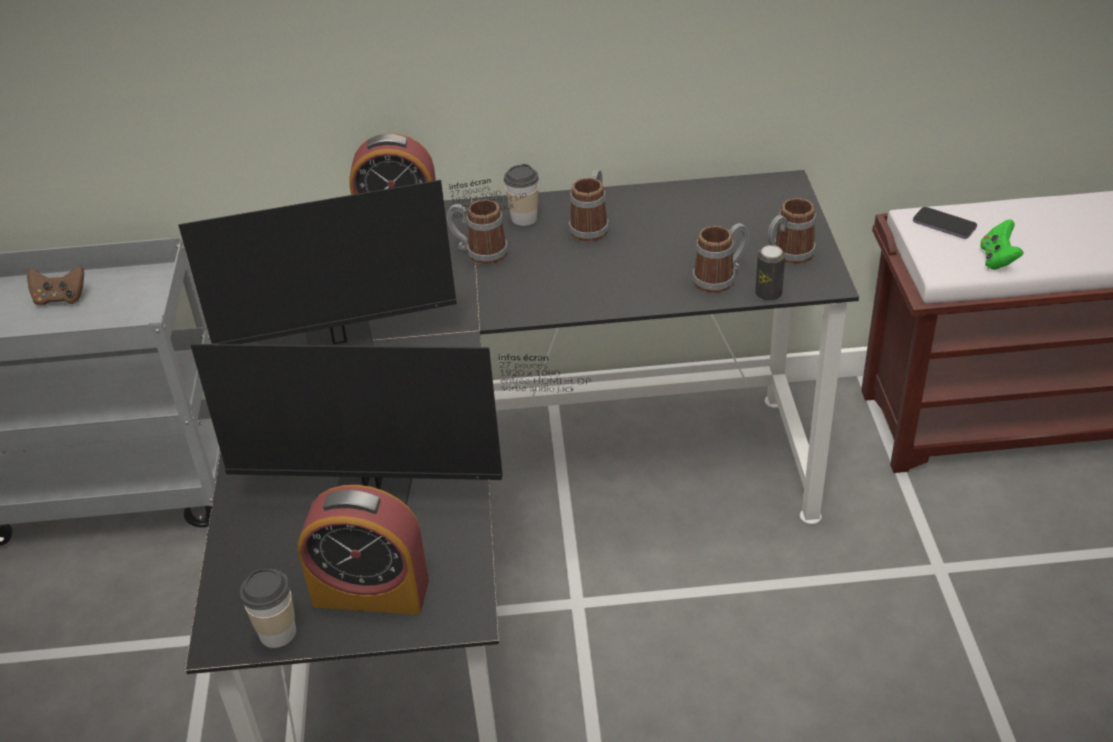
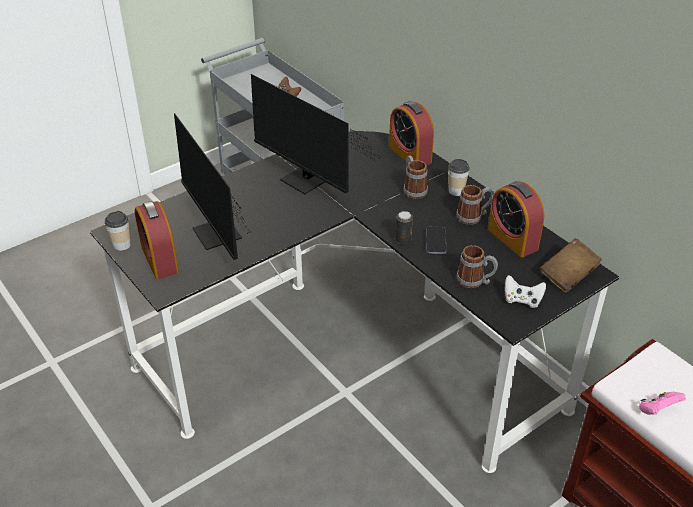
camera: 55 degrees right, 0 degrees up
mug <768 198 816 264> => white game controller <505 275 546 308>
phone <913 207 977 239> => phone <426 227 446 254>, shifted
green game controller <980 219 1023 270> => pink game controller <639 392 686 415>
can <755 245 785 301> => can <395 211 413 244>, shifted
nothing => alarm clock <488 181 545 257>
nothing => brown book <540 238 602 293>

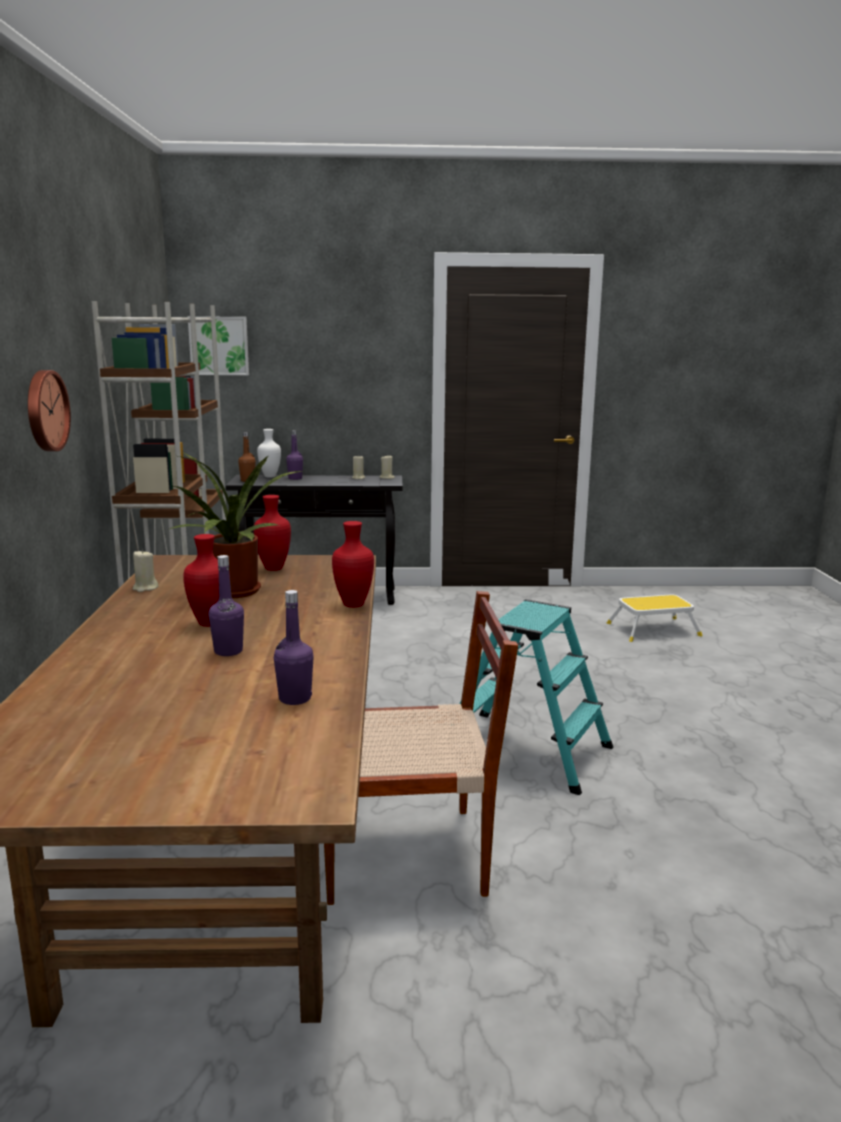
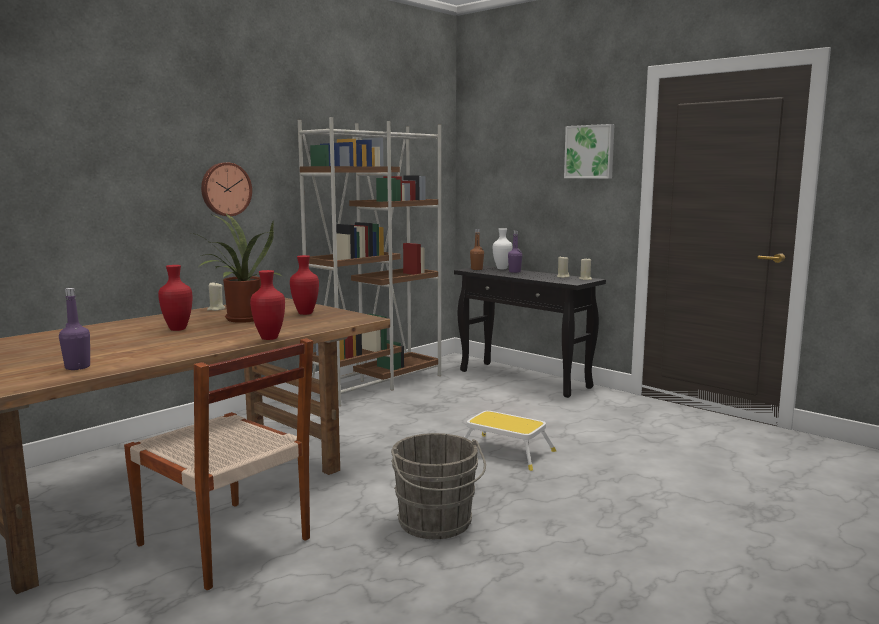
camera: 45 degrees right, 5 degrees down
picture <188 316 249 375> => picture <564 124 615 179>, shifted
purple bottle <209 555 244 656> => nothing
yellow step ladder <607 595 703 642> => yellow step ladder <464 411 556 471>, shifted
turquoise step ladder <460 599 613 795> => grey bucket <391 433 486 539>

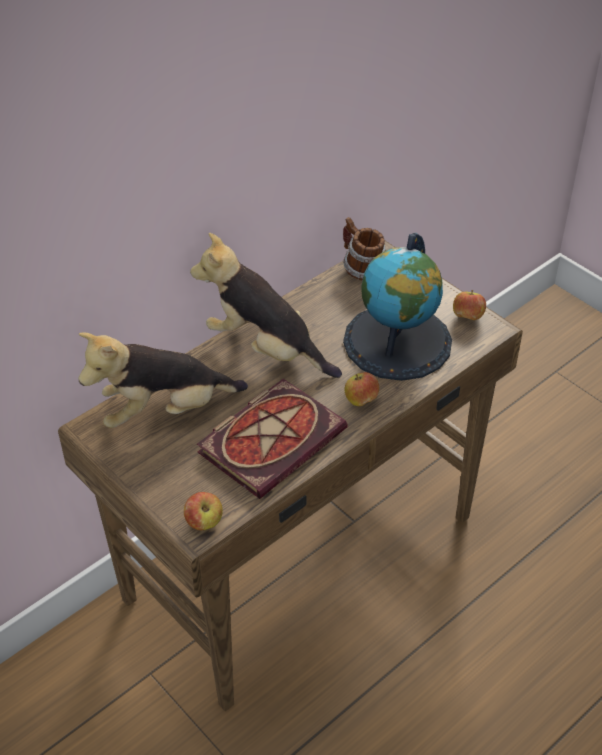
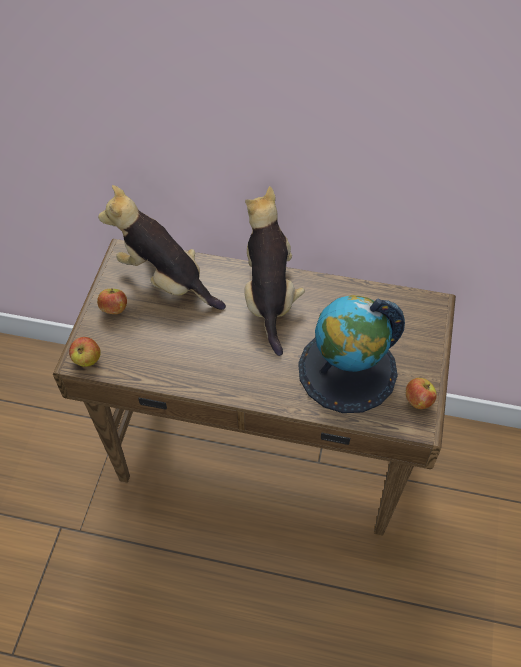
camera: 55 degrees right, 10 degrees up
mug <343 217 386 281> => nothing
apple <345 372 379 406> => apple <97 288 127 314>, shifted
book <197 379 348 499> => nothing

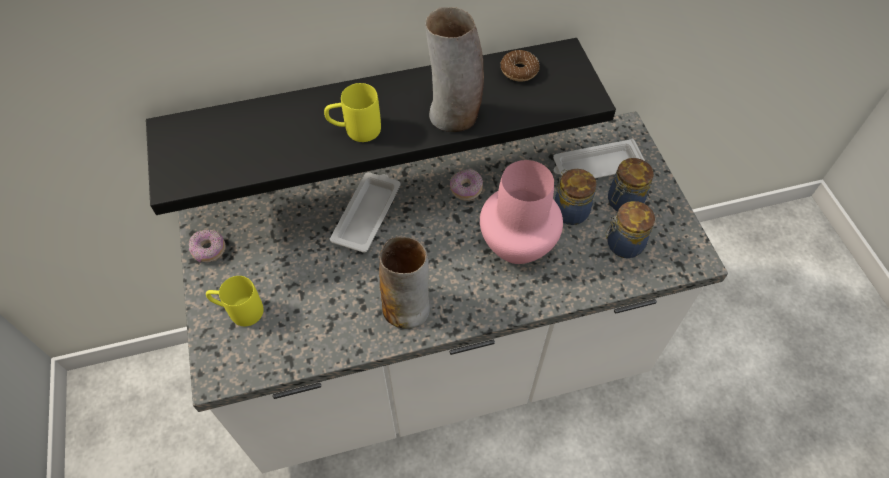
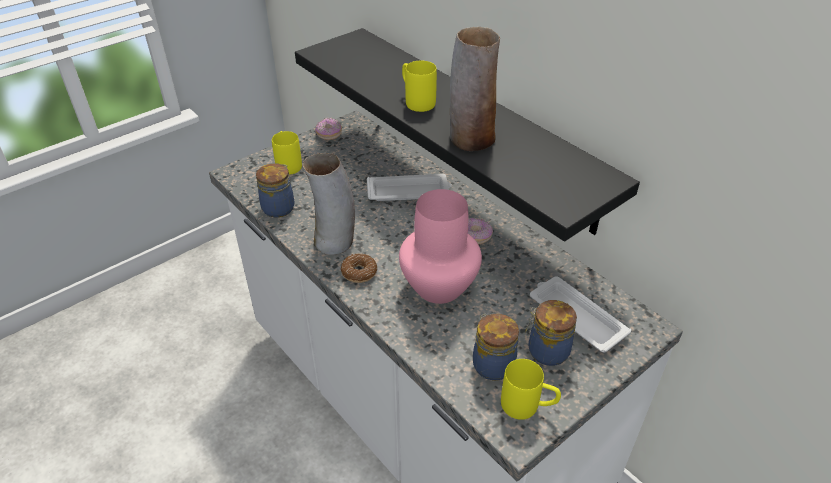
camera: 65 degrees right, 15 degrees down
donut <501 50 540 82> => donut <341 254 377 283>, shifted
jar <554 169 596 225> => jar <256 163 295 217>, shifted
nothing => yellow mug <501 359 561 420>

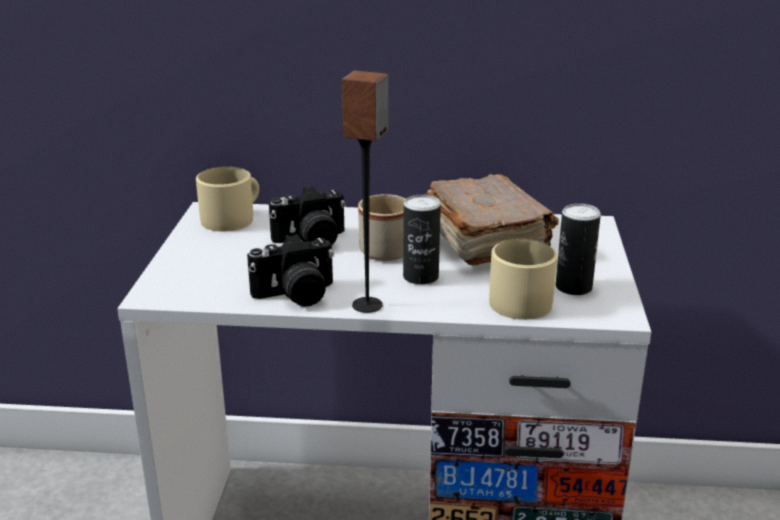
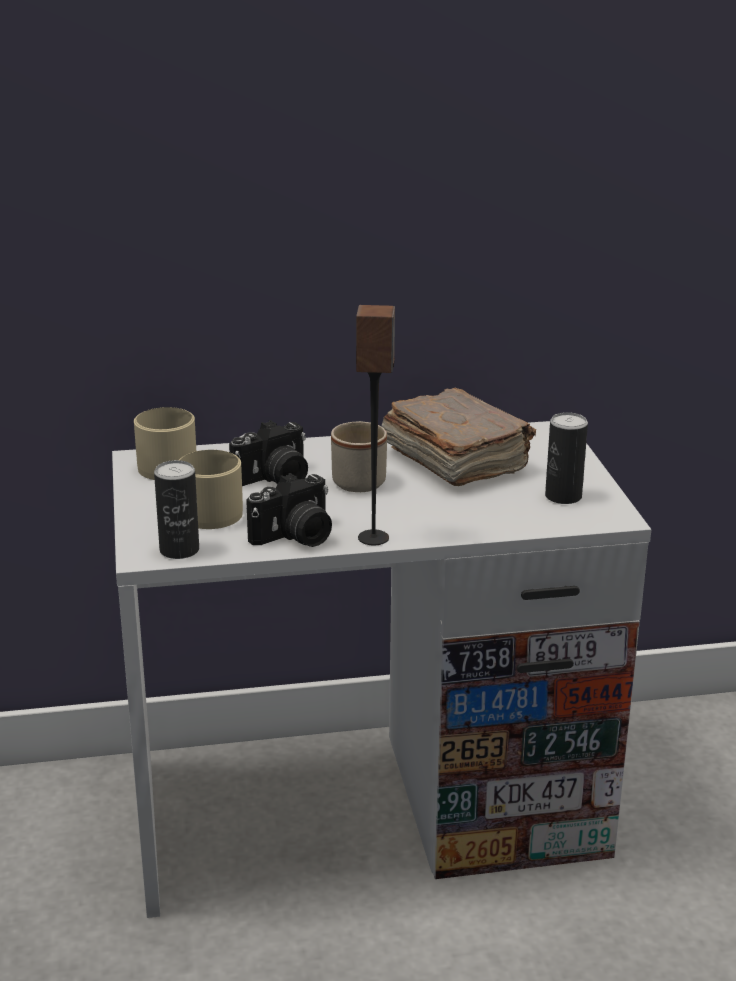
camera: 15 degrees left, 0 degrees up
can <403 195 441 285> => can <154 460 199 559>, shifted
beige mug <489 239 557 320> => beige mug <179 450 243 529>, shifted

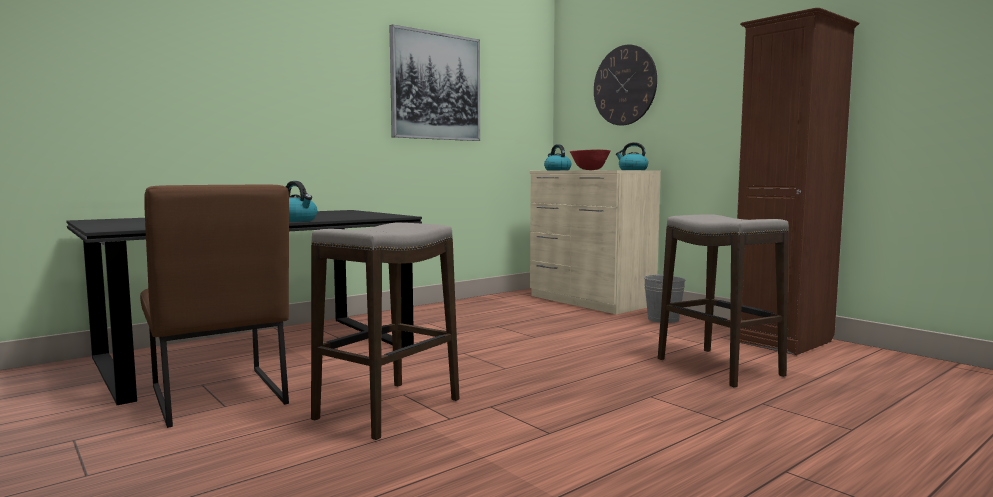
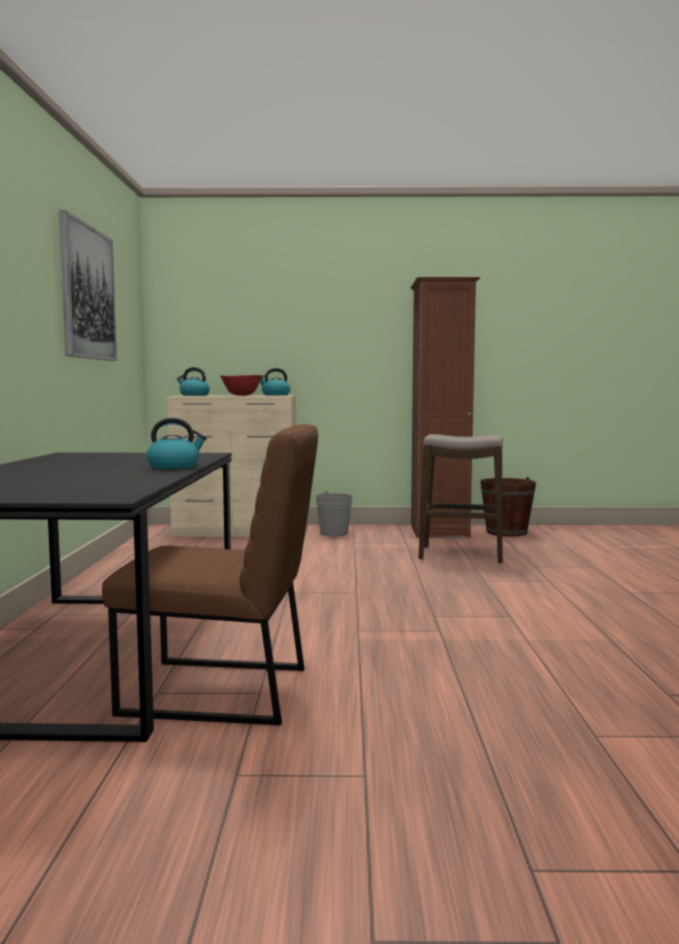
camera: 50 degrees left, 0 degrees up
wall clock <594 44 657 126> => nothing
stool <311 222 460 440> => nothing
nothing => brown bucket <480 477 536 537>

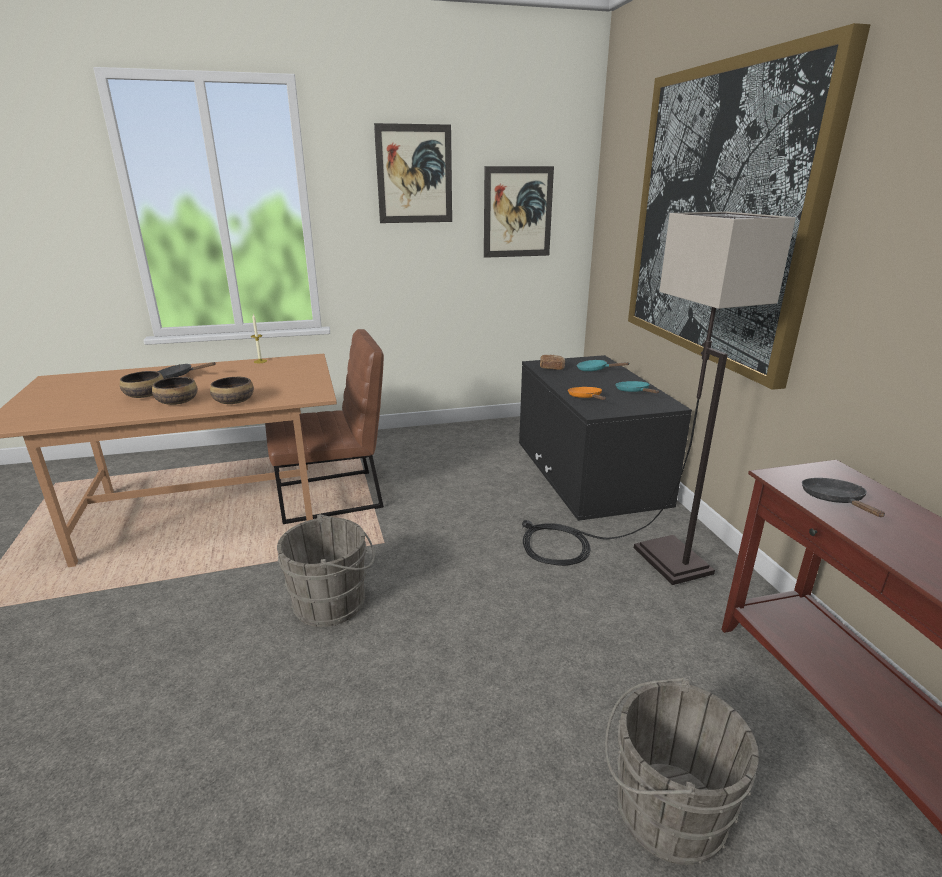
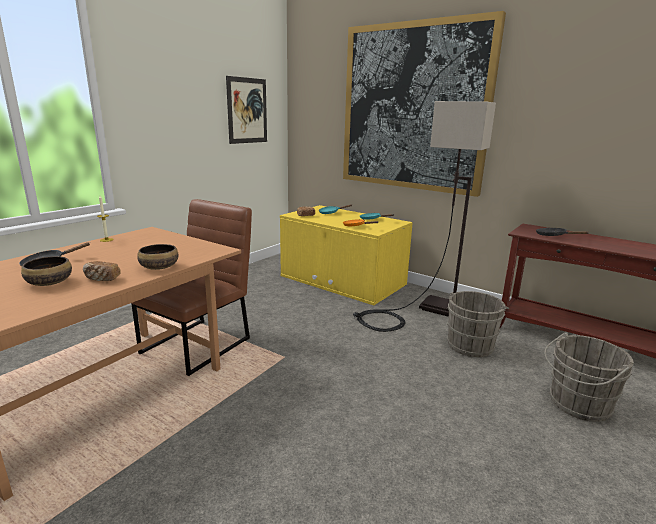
camera: 40 degrees left, 5 degrees down
picture <374 123 452 223> => nothing
black cabinet <519 355 692 521> => yellow cabinet <280 205 413 305>
bowl <152 377 198 405> => bread <83 261 121 281>
grey bucket <277 514 375 627> => grey bucket <447 291 509 357>, shifted

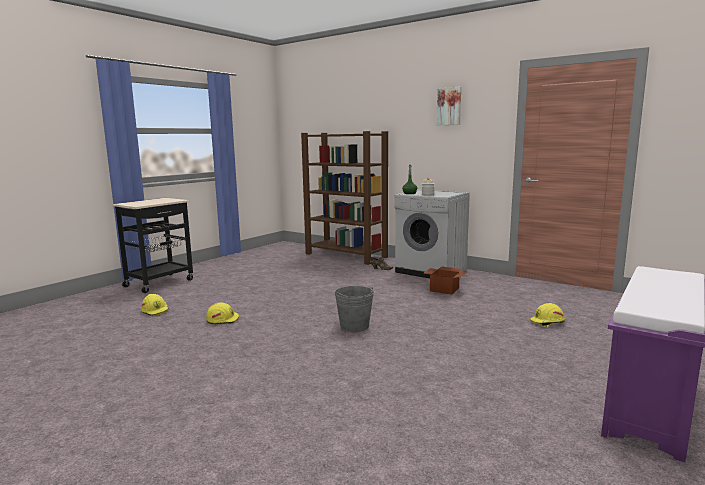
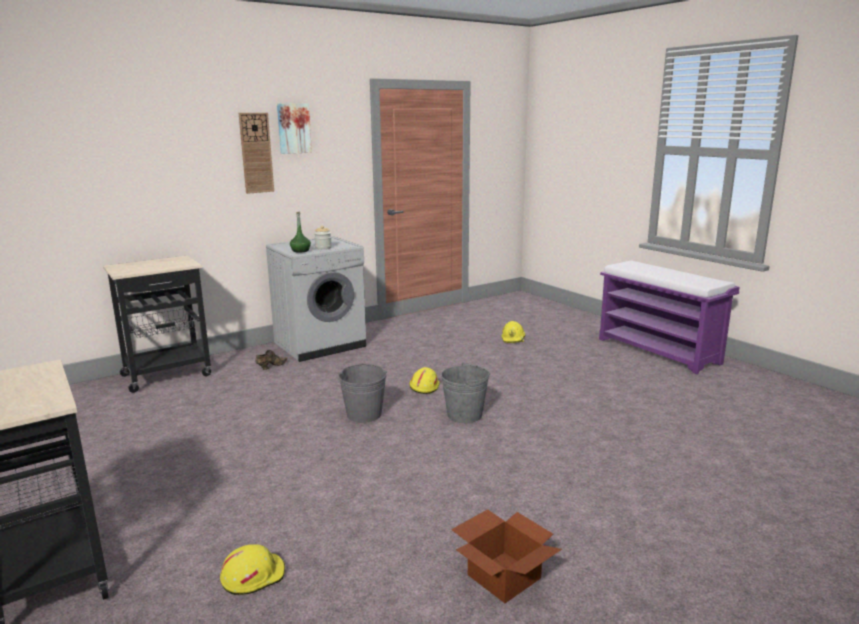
camera: 70 degrees left, 5 degrees up
brown bookcase <301 131 388 265> => cart <103 256 211 393>
cardboard box <424 266 466 295> => cardboard box <451 509 562 603>, shifted
yellow hard hat <206 302 239 324> => yellow hard hat <409 367 440 394>, shifted
nothing => wall clock <239 113 274 194>
nothing => grey bucket <338 363 387 423>

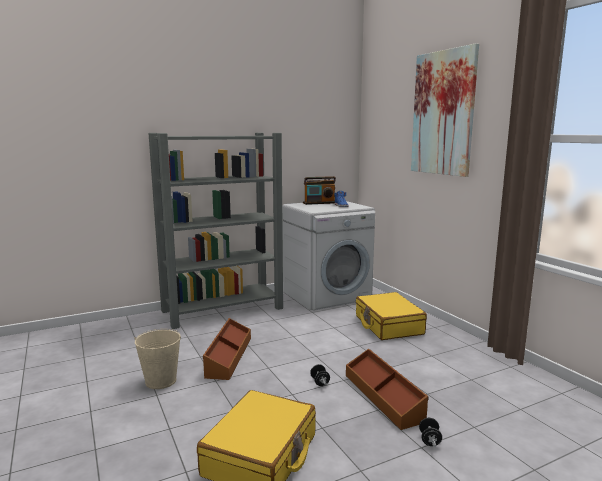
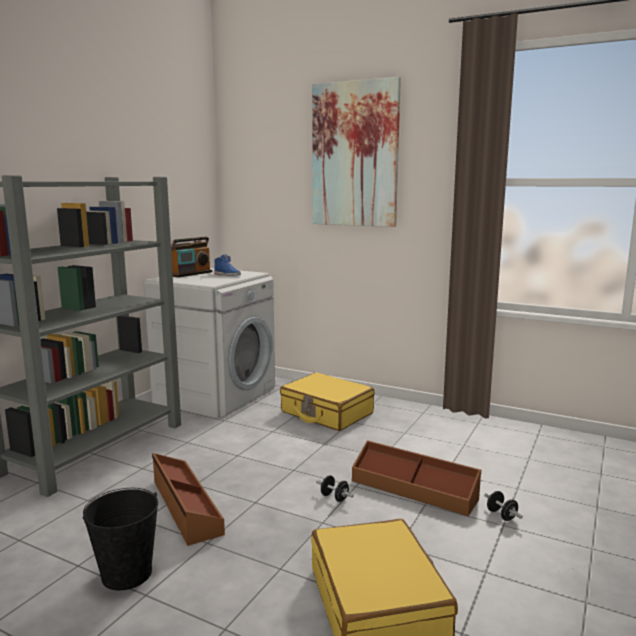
camera: 35 degrees left, 0 degrees up
beige bucket <135 329 181 389> => black bucket <83 488 158 590>

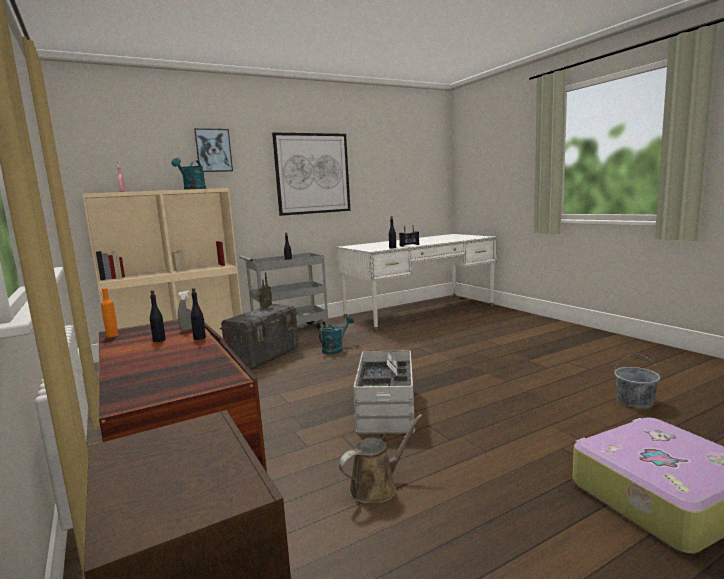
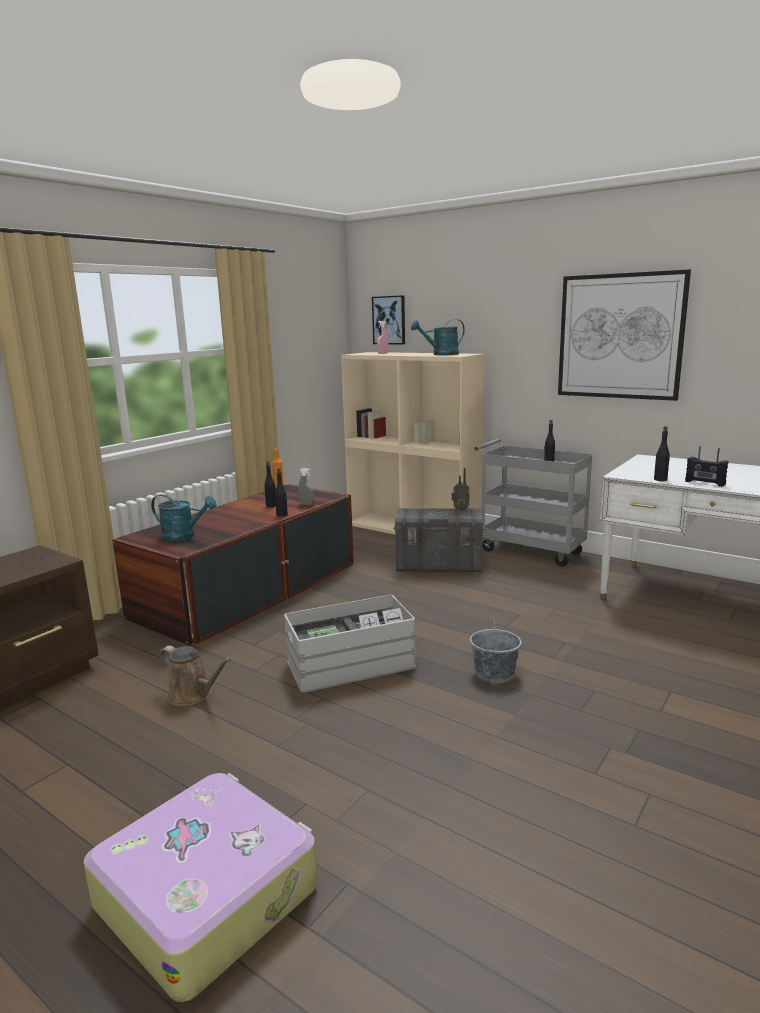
camera: 65 degrees right, 5 degrees up
picture <194 128 233 172> => picture <372 295 405 344>, shifted
turquoise watering can <319 316 354 354> => turquoise watering can <151 494 217 541>, shifted
grey bucket <614 354 660 408> => grey bucket <470 615 522 681>, shifted

